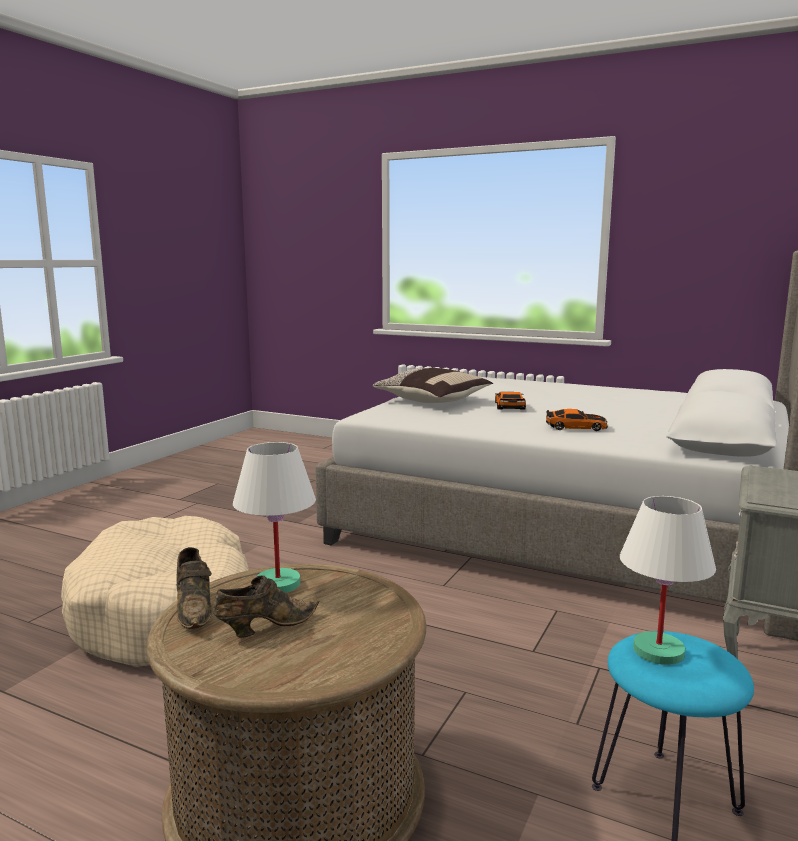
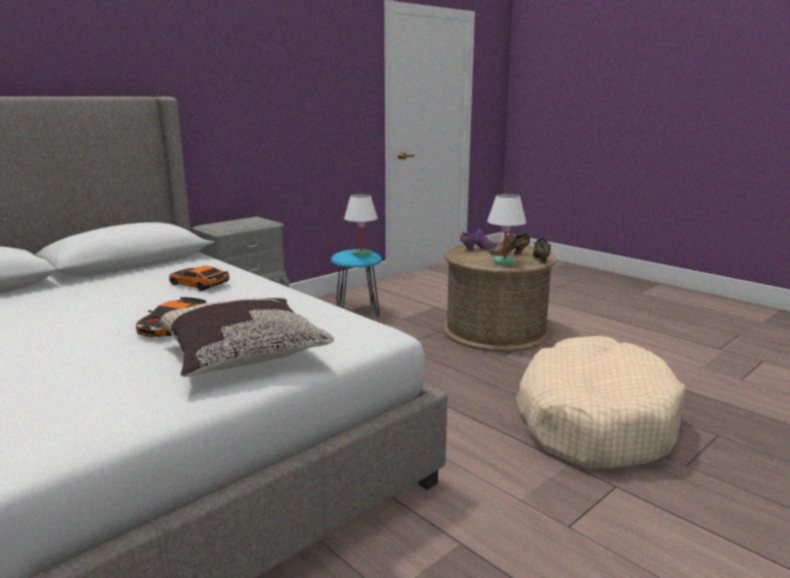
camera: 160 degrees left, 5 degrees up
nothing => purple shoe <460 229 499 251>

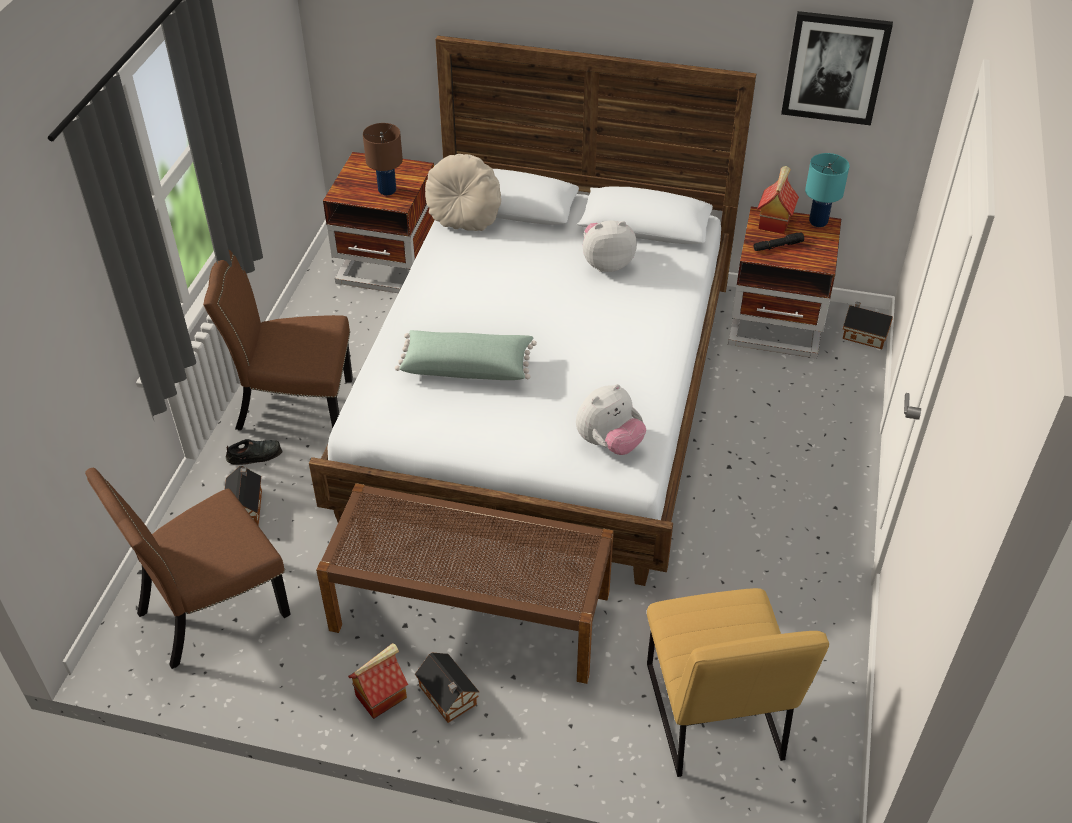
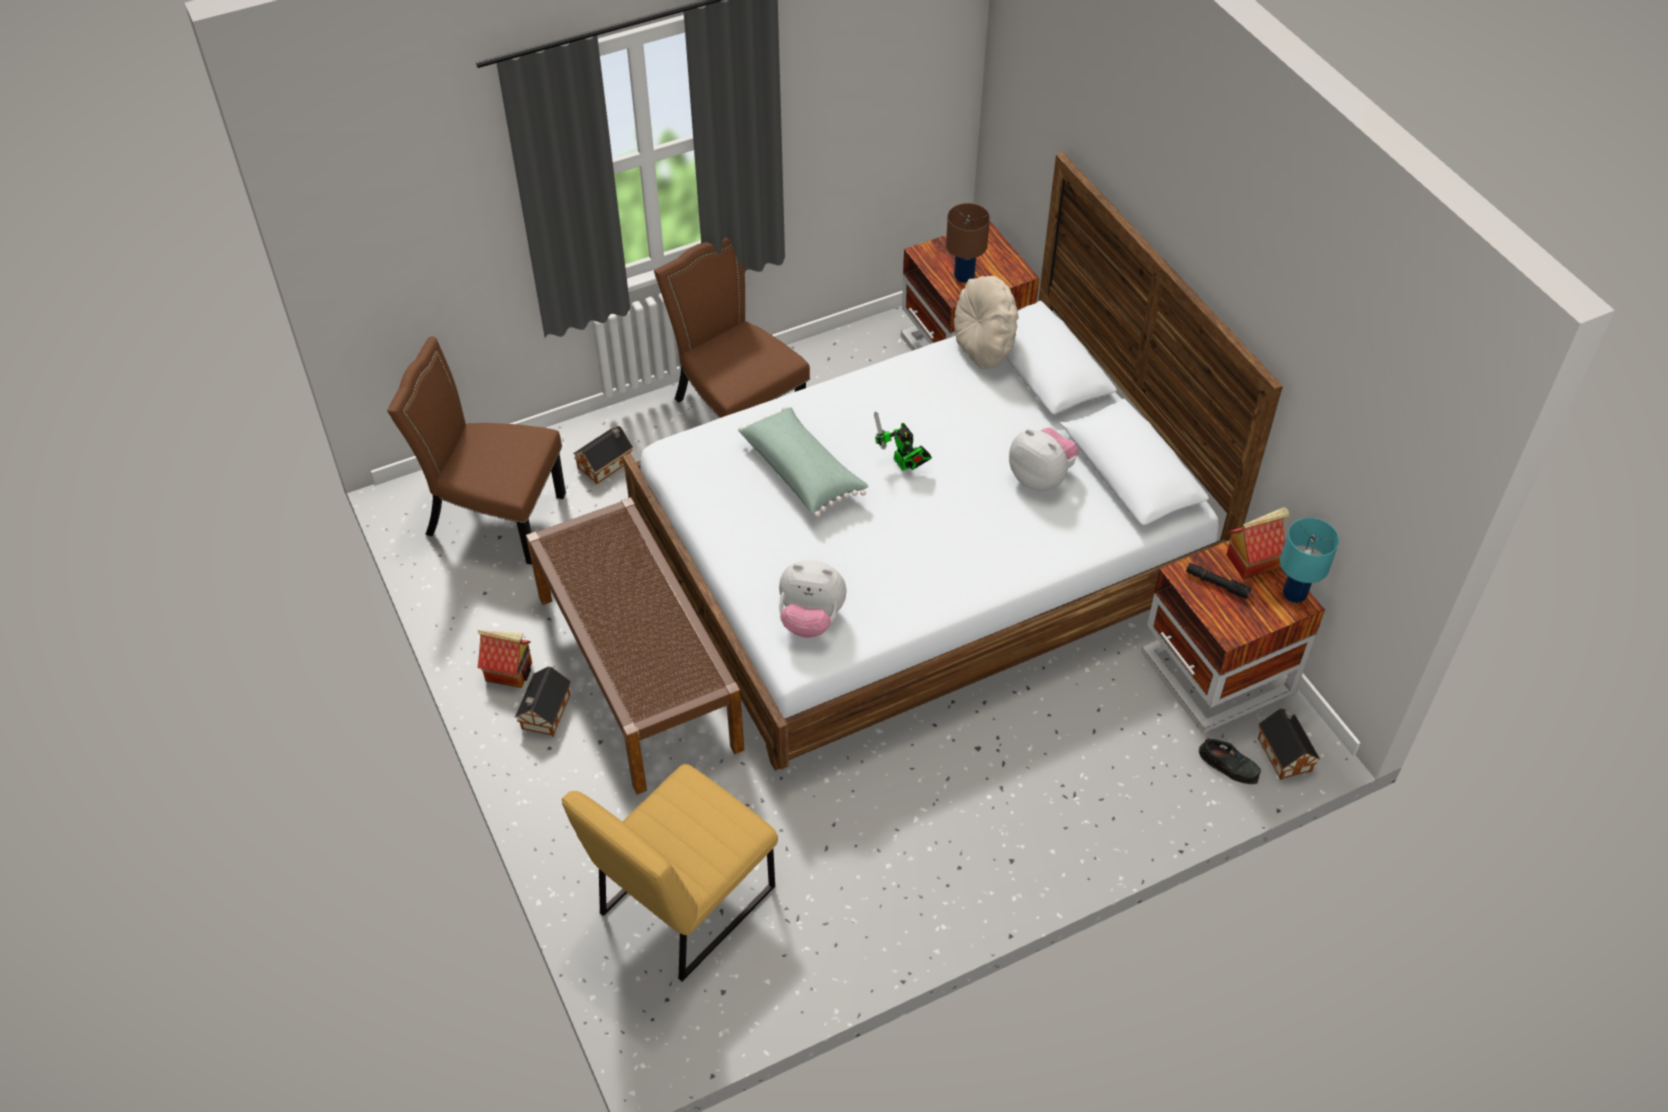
camera: 50 degrees right, 5 degrees up
picture <781 11 893 126> => nothing
black shoe <225 439 283 465> => black shoe <1199 738 1261 784>, shifted
nothing => toy robot <874 411 932 471>

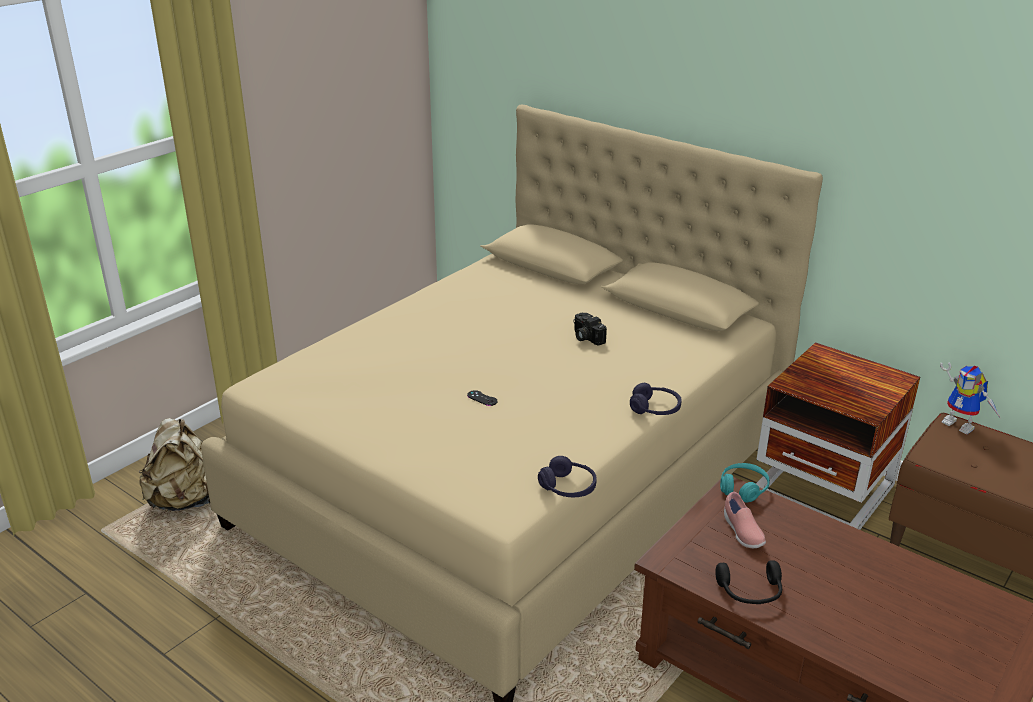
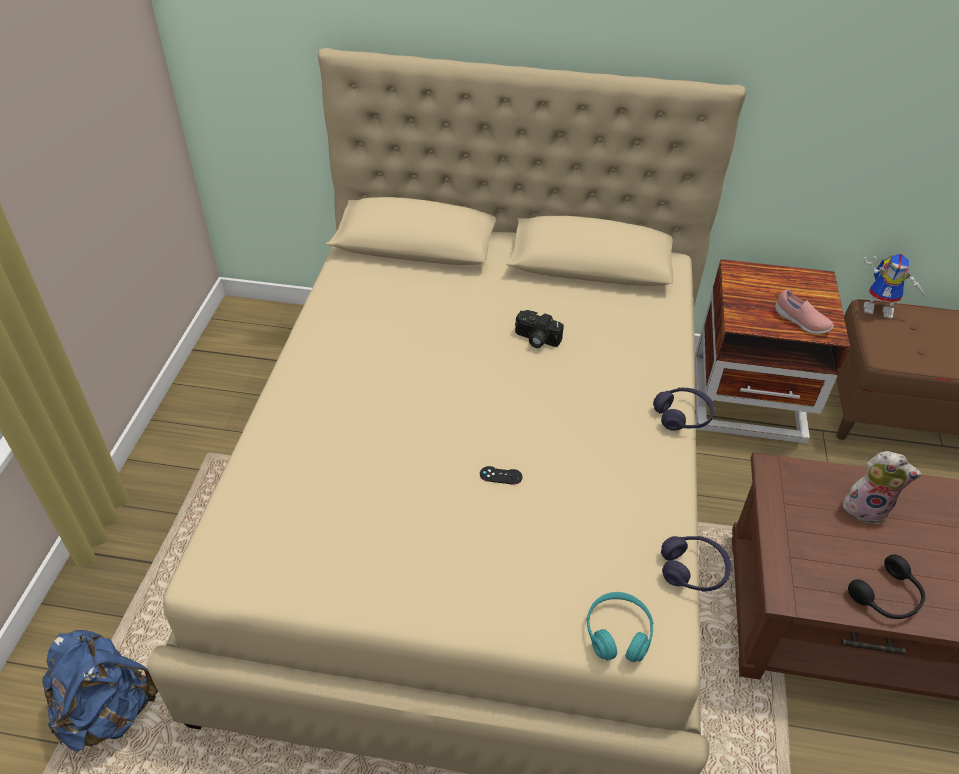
camera: 30 degrees left, 15 degrees up
beige backpack <139 418 210 511> => blue backpack <42 630 158 752>
turquoise headphones <720 463 770 503> => turquoise headphones <587 592 653 663>, shifted
pink shoe <724 492 766 548> => pink shoe <775 290 834 334>, shifted
nothing => plush toy <840 451 922 524>

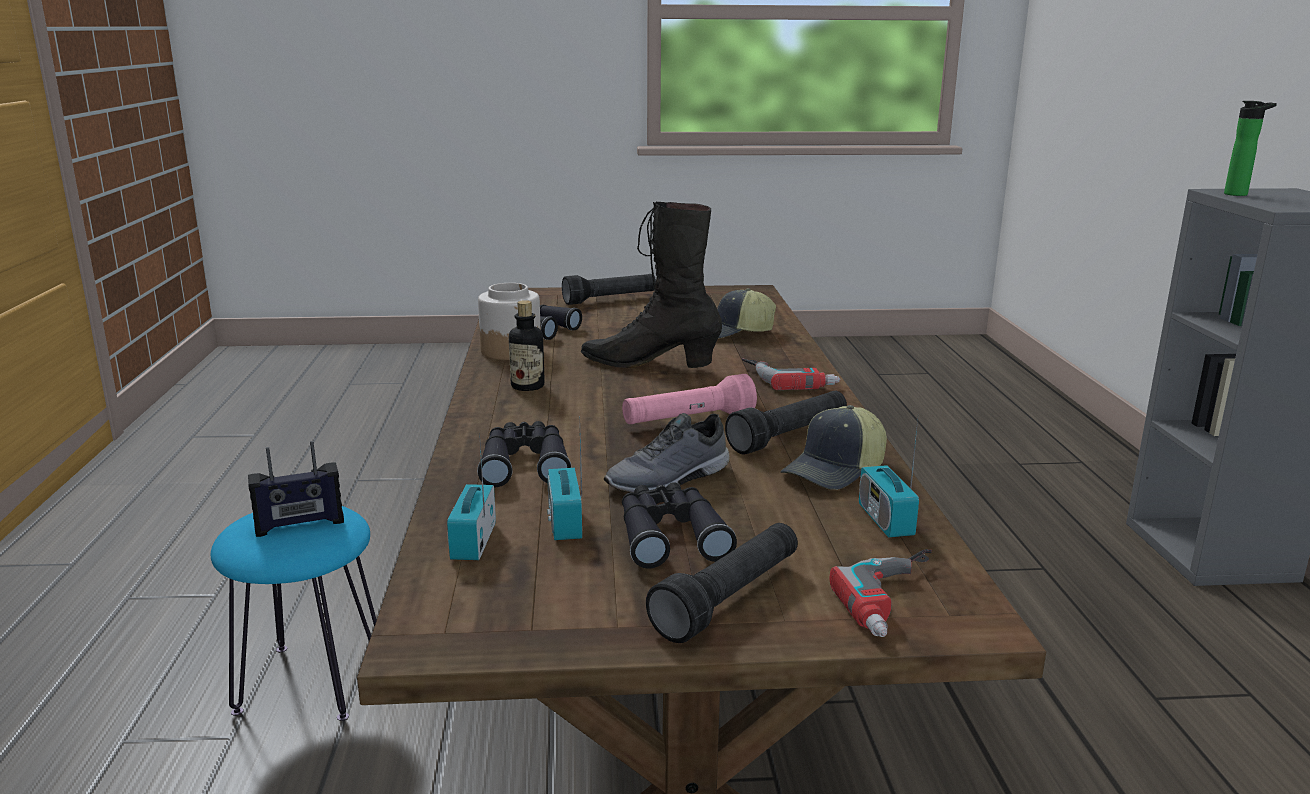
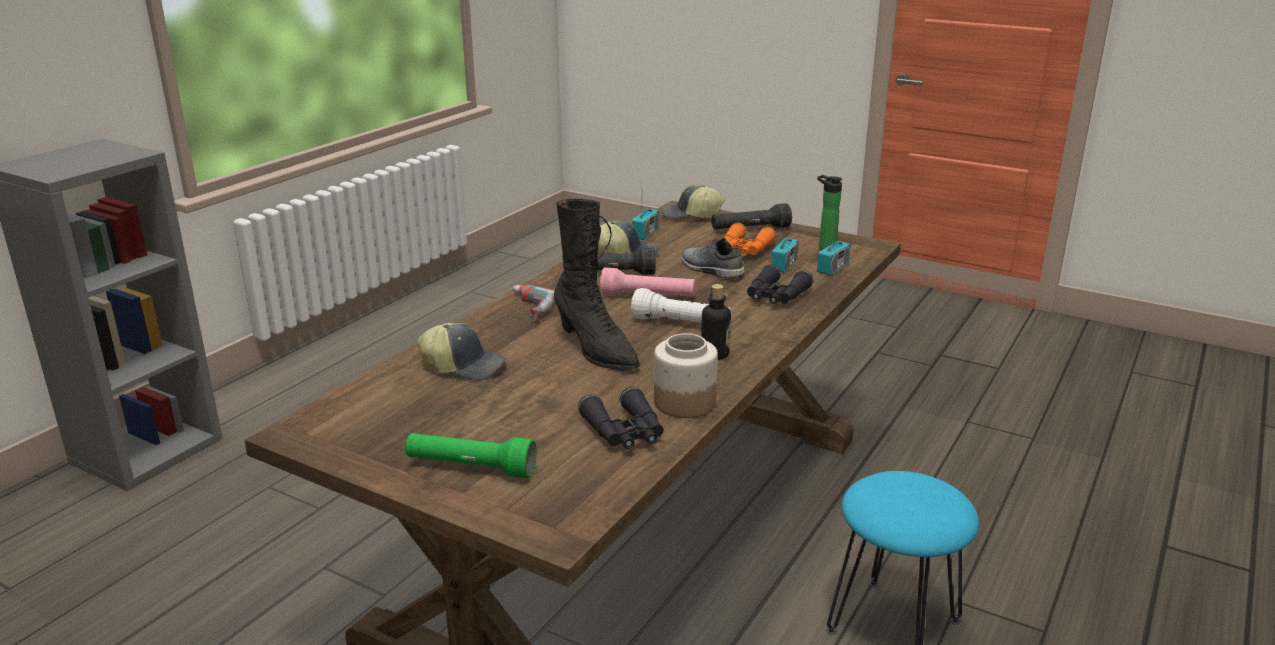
camera: 145 degrees left, 5 degrees up
bottle <1224 101 1277 196> => bottle <817 175 842 250>, shifted
black flashlight <562 274 656 305> => green flashlight <405 433 537 479>
grey shoe <604 413 730 493> => grey shoe <681 238 745 279>, 135 degrees counterclockwise
radio <248 441 344 537> => nothing
black binoculars <622 482 737 569> => orange binoculars <723 223 776 256>
power drill <829 549 932 637> => cap <661 185 725 219>
nothing => white flashlight <631 288 732 323>

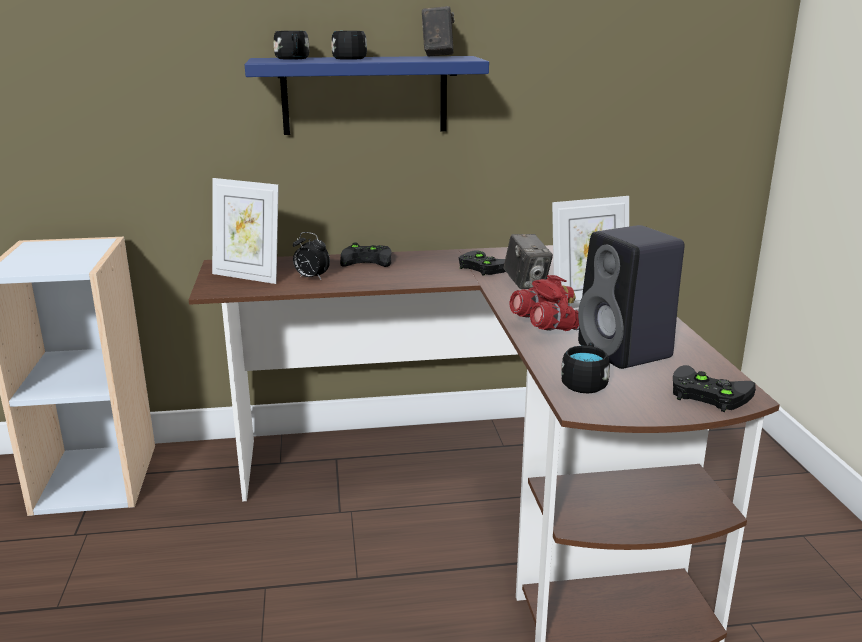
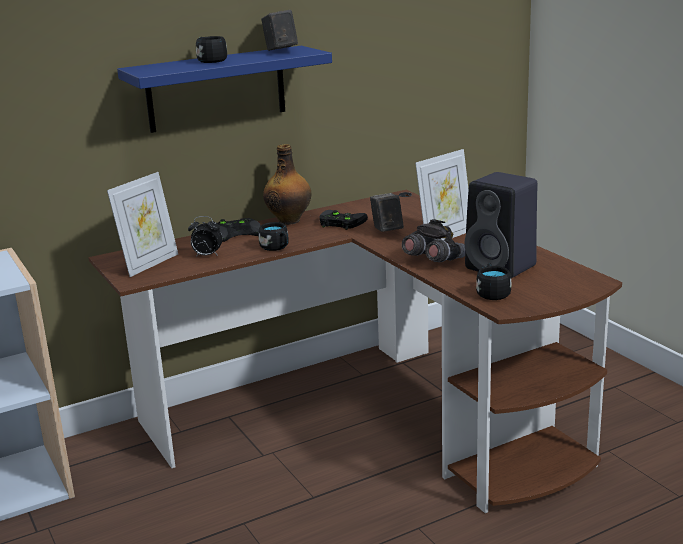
camera: 20 degrees left, 0 degrees up
black mug <274 31 309 60> => black mug <259 222 289 251>, shifted
picture frame <212 178 279 284> => picture frame <107 172 178 277>, 60 degrees counterclockwise
photo camera <503 234 553 289> => photo camera <370 193 404 232>, 150 degrees counterclockwise
red binoculars <509 275 579 331> => grey binoculars <402 219 465 262>
black game controller <673 365 756 412> => nothing
nothing => bottle <263 144 311 225>

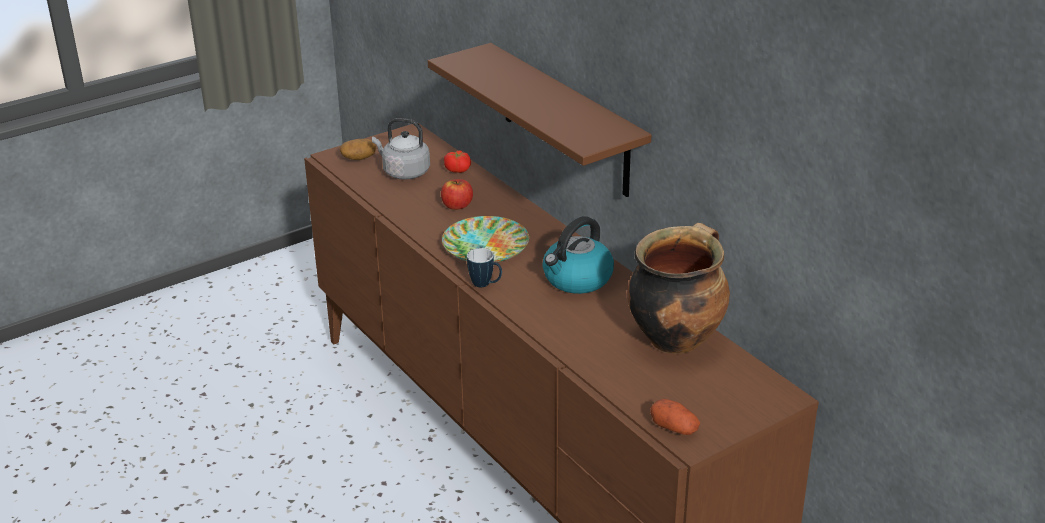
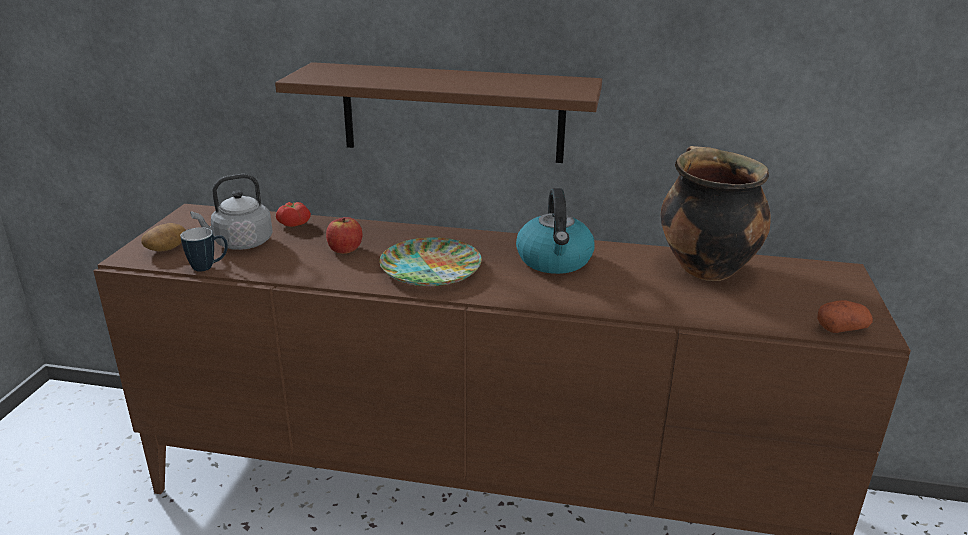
camera: 45 degrees left, 5 degrees down
mug <467 248 502 287> => mug <180 227 228 272>, shifted

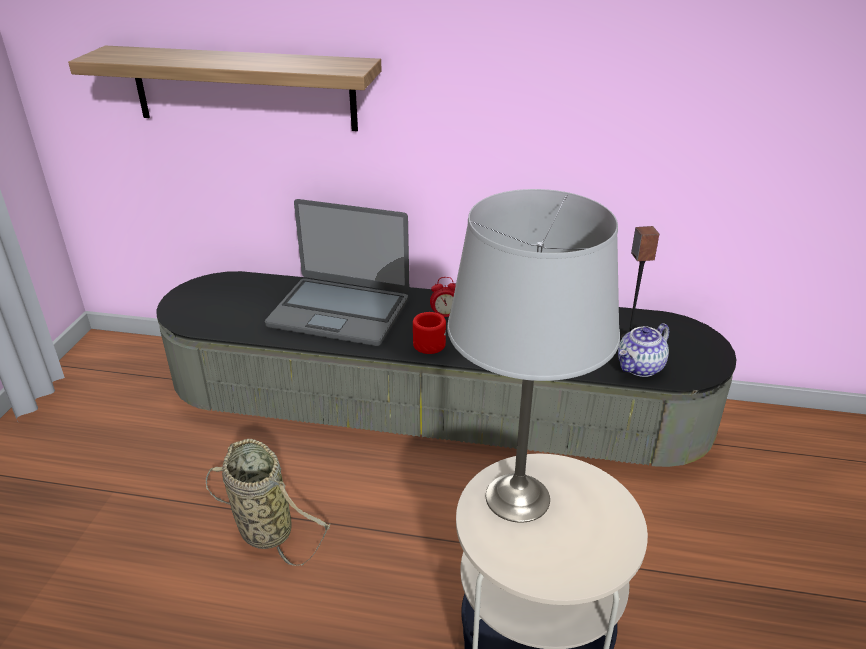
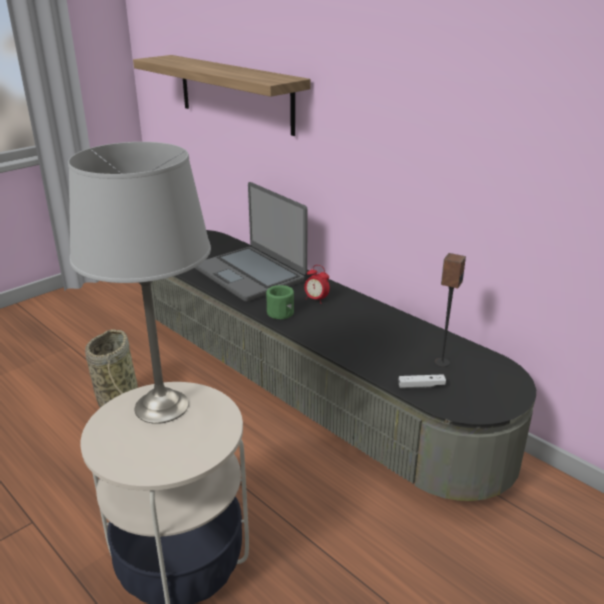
camera: 35 degrees right, 5 degrees down
red mug <413 312 446 354> => green mug <266 285 294 319>
teapot <618 323 669 377> => white game controller <399 374 446 388>

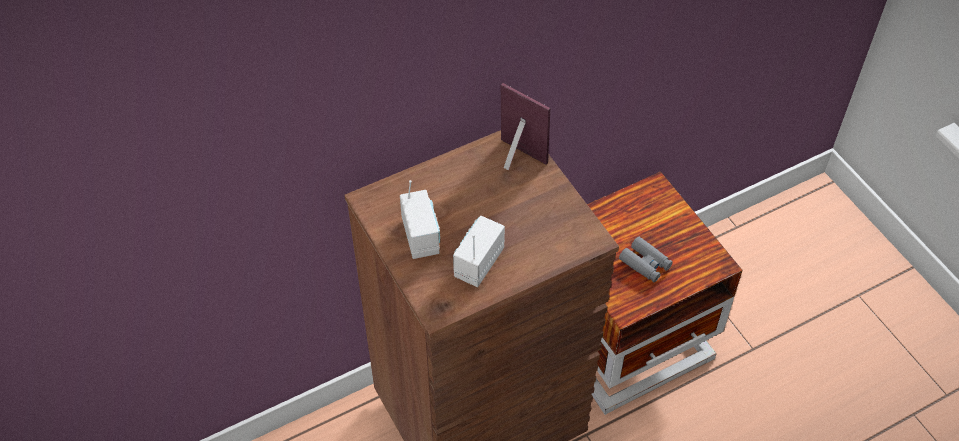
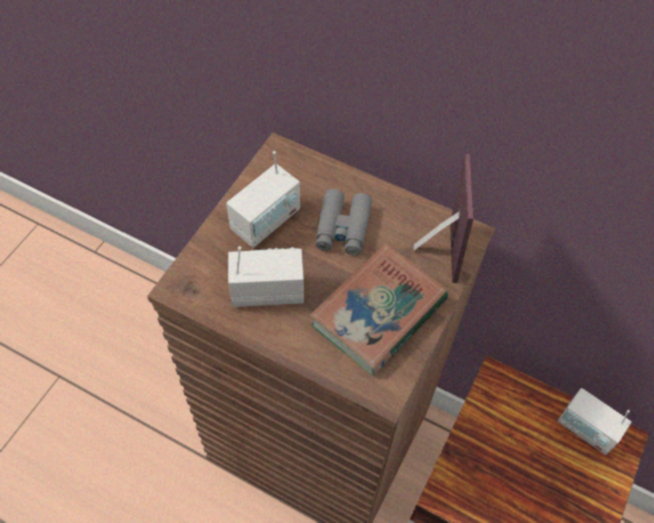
camera: 55 degrees right, 5 degrees up
grey binoculars <619 237 673 282> => grey binoculars <315 189 372 255>, shifted
nothing => book <310 243 448 376>
nothing => radio <558 388 632 455>

